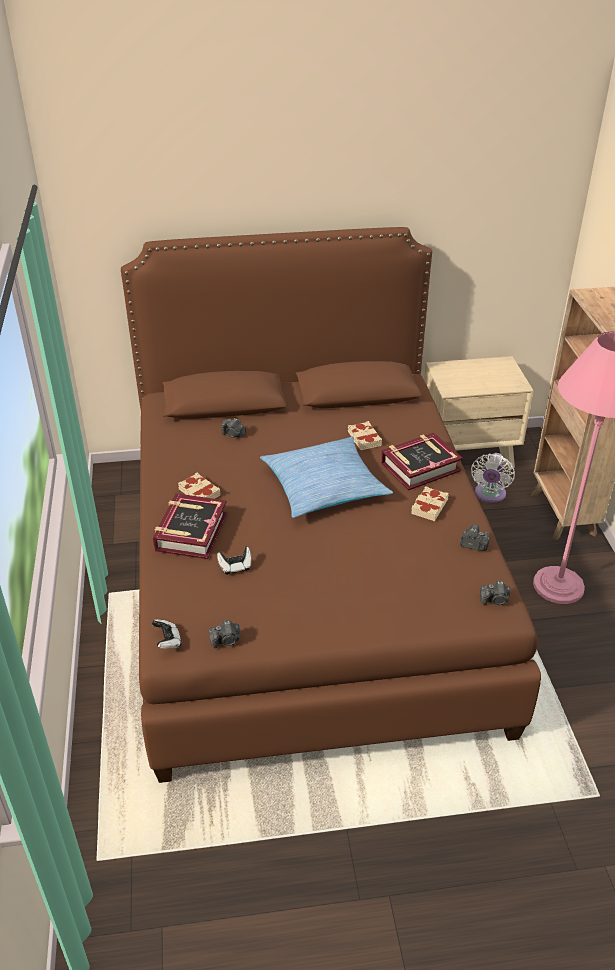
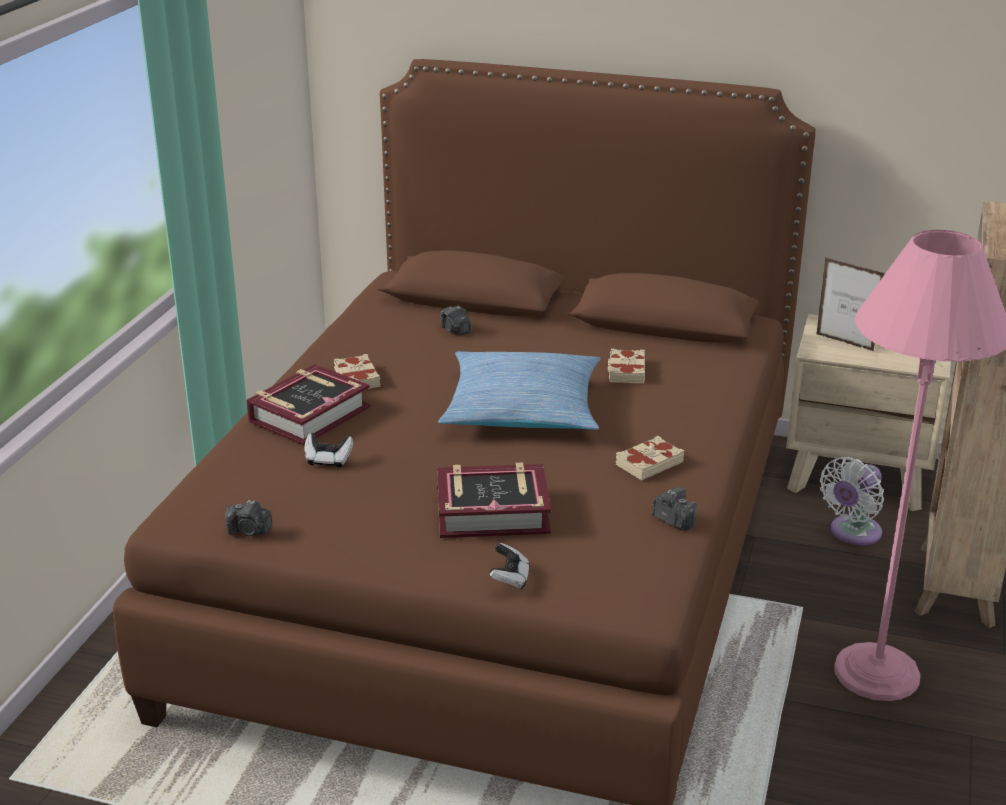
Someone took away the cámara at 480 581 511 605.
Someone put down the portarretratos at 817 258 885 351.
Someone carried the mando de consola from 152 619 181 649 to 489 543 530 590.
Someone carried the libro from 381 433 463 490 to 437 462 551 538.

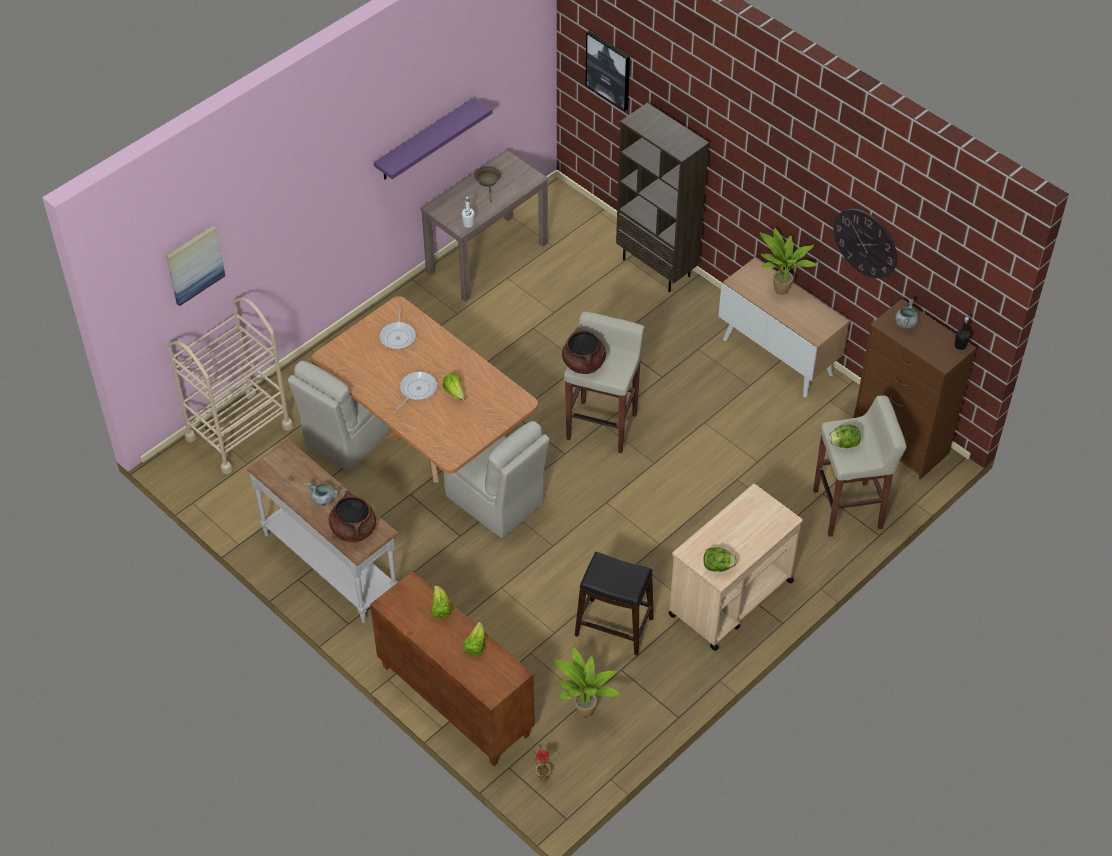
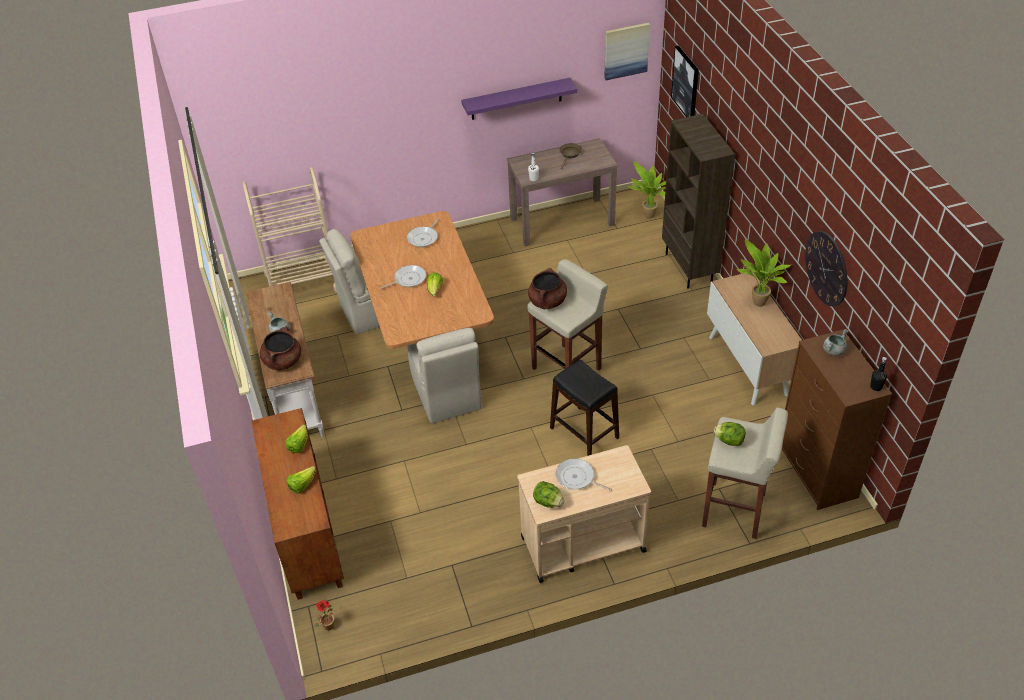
Someone put down the sartén at 556 459 612 491.
Someone carried the cuadro from 166 225 225 306 to 604 23 650 80.
Someone carried the planta en maceta from 554 648 621 717 to 627 161 666 219.
Someone carried the taburete [negro] from 575 552 654 656 to 550 360 619 456.

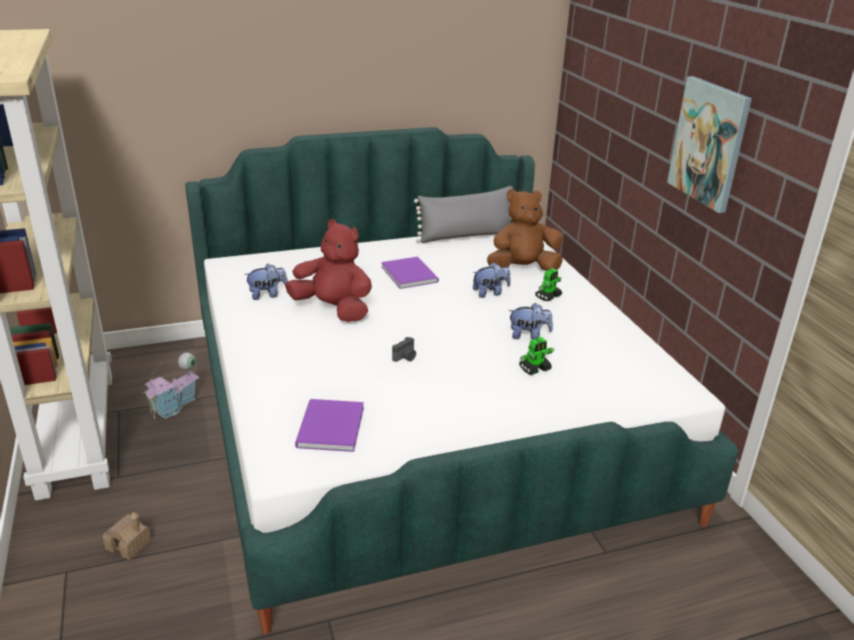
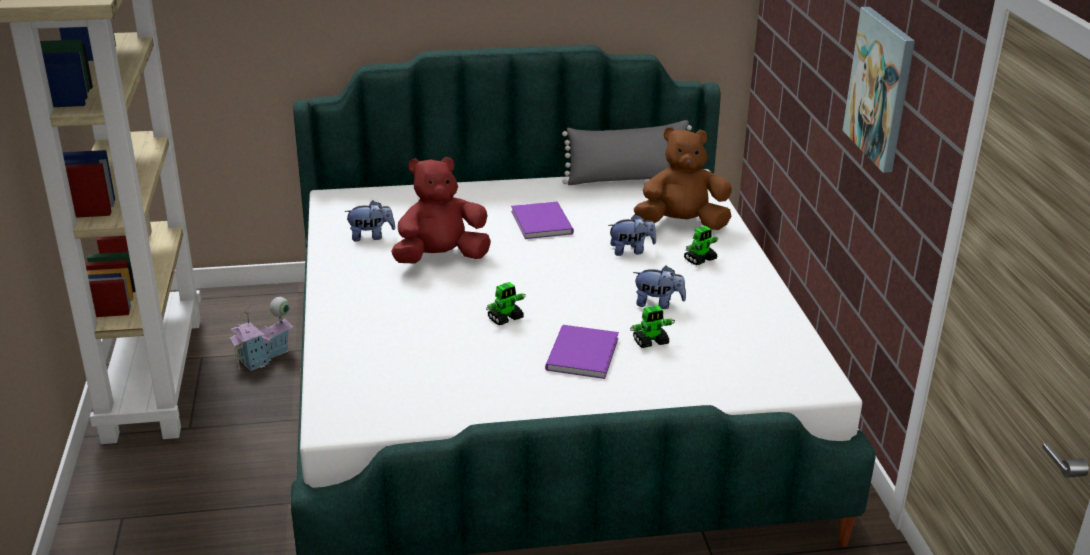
Someone took away the casita at 103 512 151 560.
Someone carried the libro [morado] from 295 399 364 452 to 545 325 619 379.
Someone swapped the cámara at 392 337 416 362 for the robot de juguete at 486 282 526 325.
Someone rotated the peluche [rojo] at 285 219 372 322 by 60 degrees counterclockwise.

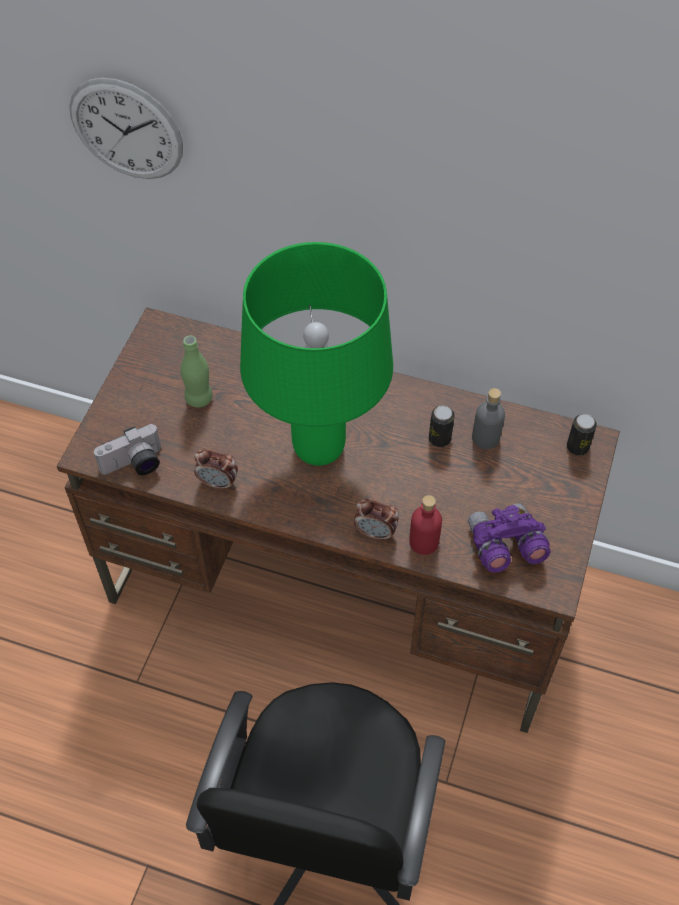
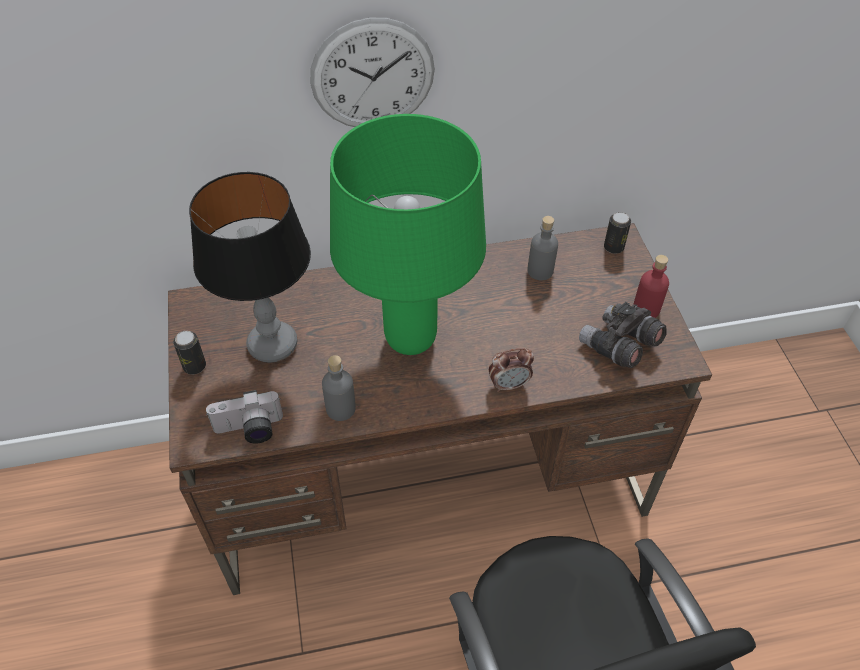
Someone carried the reloj de pared from 69 78 183 179 to 310 18 435 127.
Someone carried the botella [rojo] from 409 495 442 555 to 633 255 669 318.
Someone carried the lata from 429 405 454 447 to 173 331 206 375.
Someone swapped the botella [verde] at 181 335 213 408 for the lámpara de mesa at 189 172 311 363.
Someone swapped the despertador at 194 449 238 490 for the botella [gris] at 322 355 356 421.
Someone repainted the prismáticos [morado] at 468 503 550 573, which became the prismáticos [gris] at 579 302 667 368.
Someone rotated the cámara at 94 424 161 475 by 45 degrees clockwise.

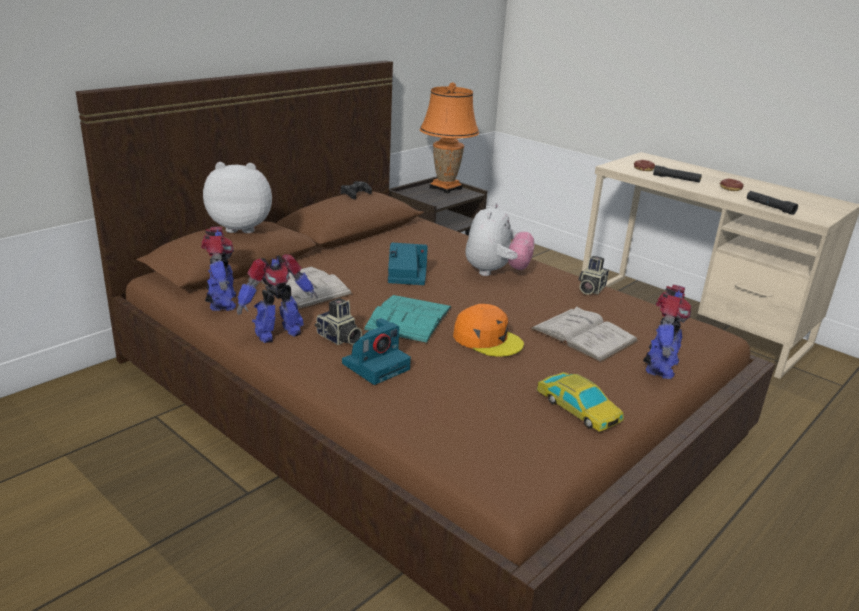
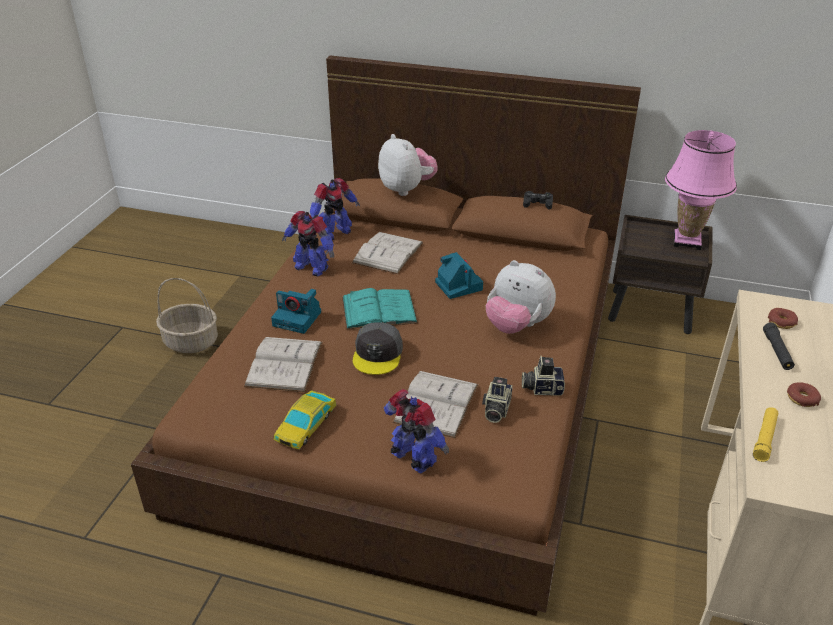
Someone put down the cesta at 156 278 218 353.
Someone put down the libro [blanco] at 244 337 322 392.
Someone carried the cámara from 315 298 362 345 to 482 377 513 423.
Someone repainted the lámpara de mesa [naranja] at 420 82 479 194, which became the lámpara de mesa [rosa] at 665 130 737 250.
Someone repainted the gorra [naranja] at 453 304 524 357, which became the gorra [gris] at 353 322 403 375.
Someone repainted the linterna [negro] at 747 191 798 215, which became the linterna [amarillo] at 753 407 778 462.
Someone rotated the peluche at 465 202 535 276 by 45 degrees clockwise.
Someone rotated the robot de juguete at 643 285 692 379 by 135 degrees counterclockwise.

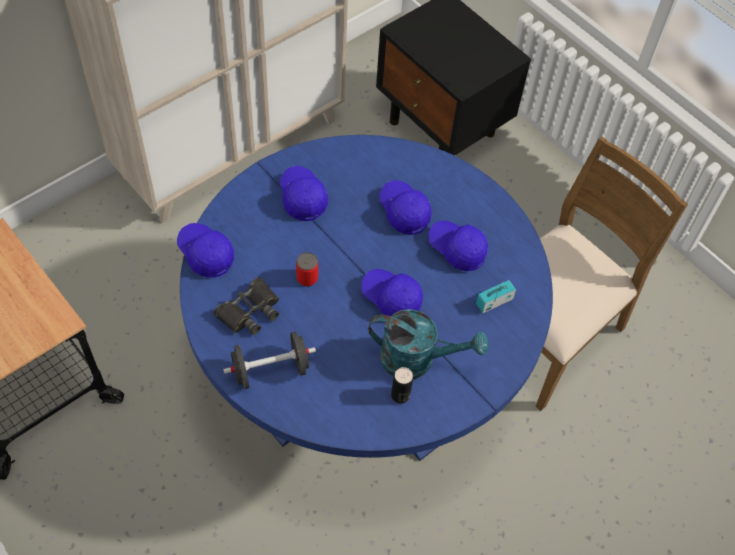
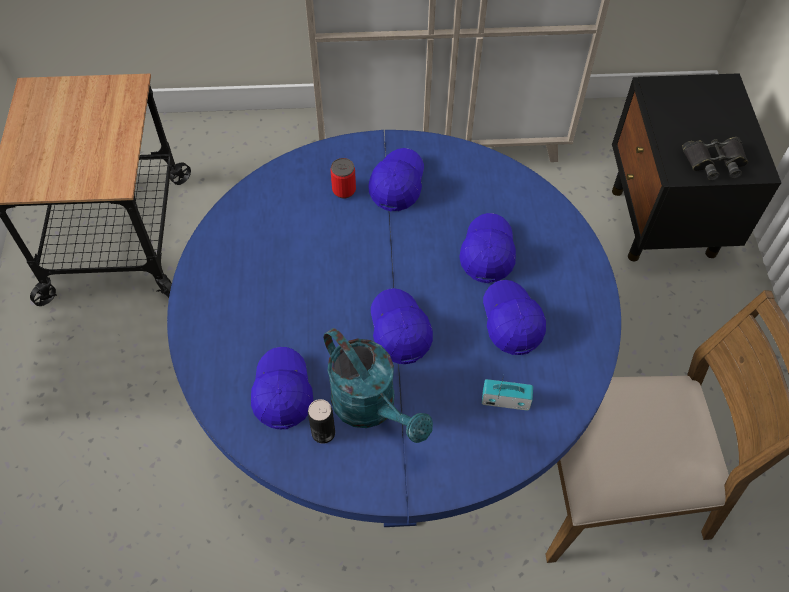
Someone took away the mancuerna [negro] at 223 332 316 389.
Someone carried the gorra [azul] from 177 223 234 278 to 251 347 313 429.
Someone carried the prismáticos [negro] from 213 277 279 335 to 682 137 748 180.
Someone carried the lata from 296 252 318 287 to 331 158 356 199.

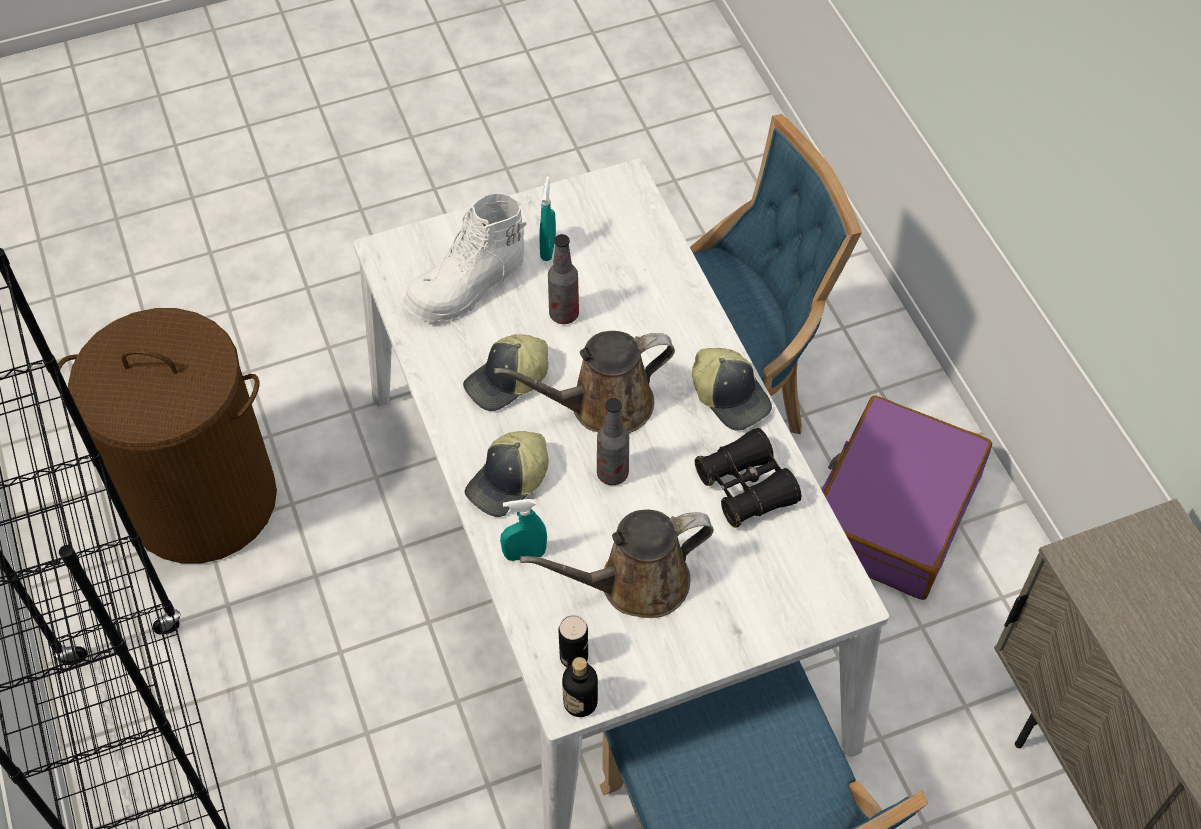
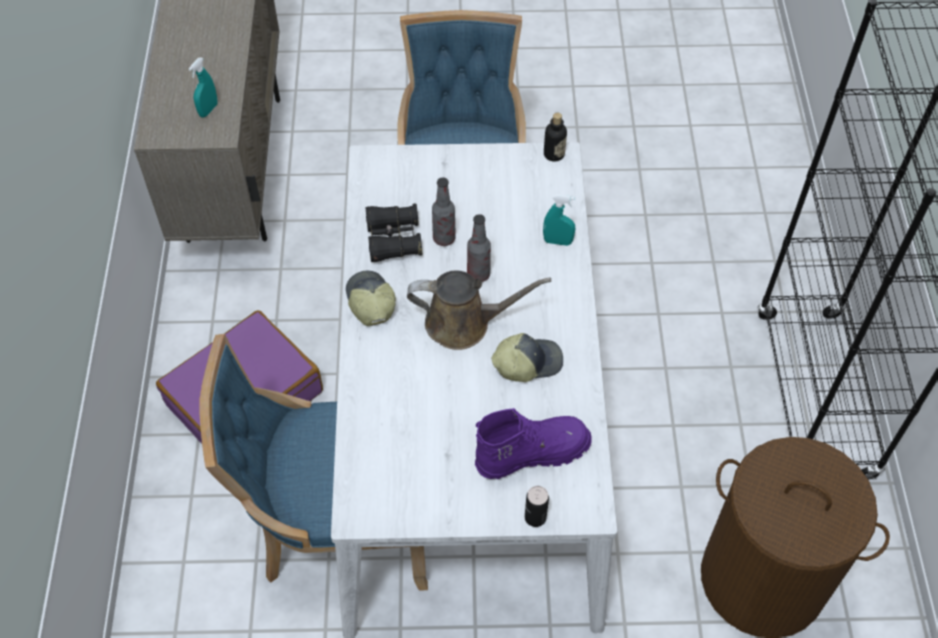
Someone took away the gorra at 465 431 549 517.
Someone took away the regadera [marrón] at 519 510 714 618.
Someone carried the pulverizador [turquesa] from 539 176 556 261 to 189 57 218 118.
Someone carried the botella from 548 234 579 324 to 432 177 456 246.
Someone carried the lata from 558 615 588 667 to 525 486 549 527.
Someone repainted the bota [blanco] at 403 193 526 323, which became the bota [morado] at 475 408 592 479.

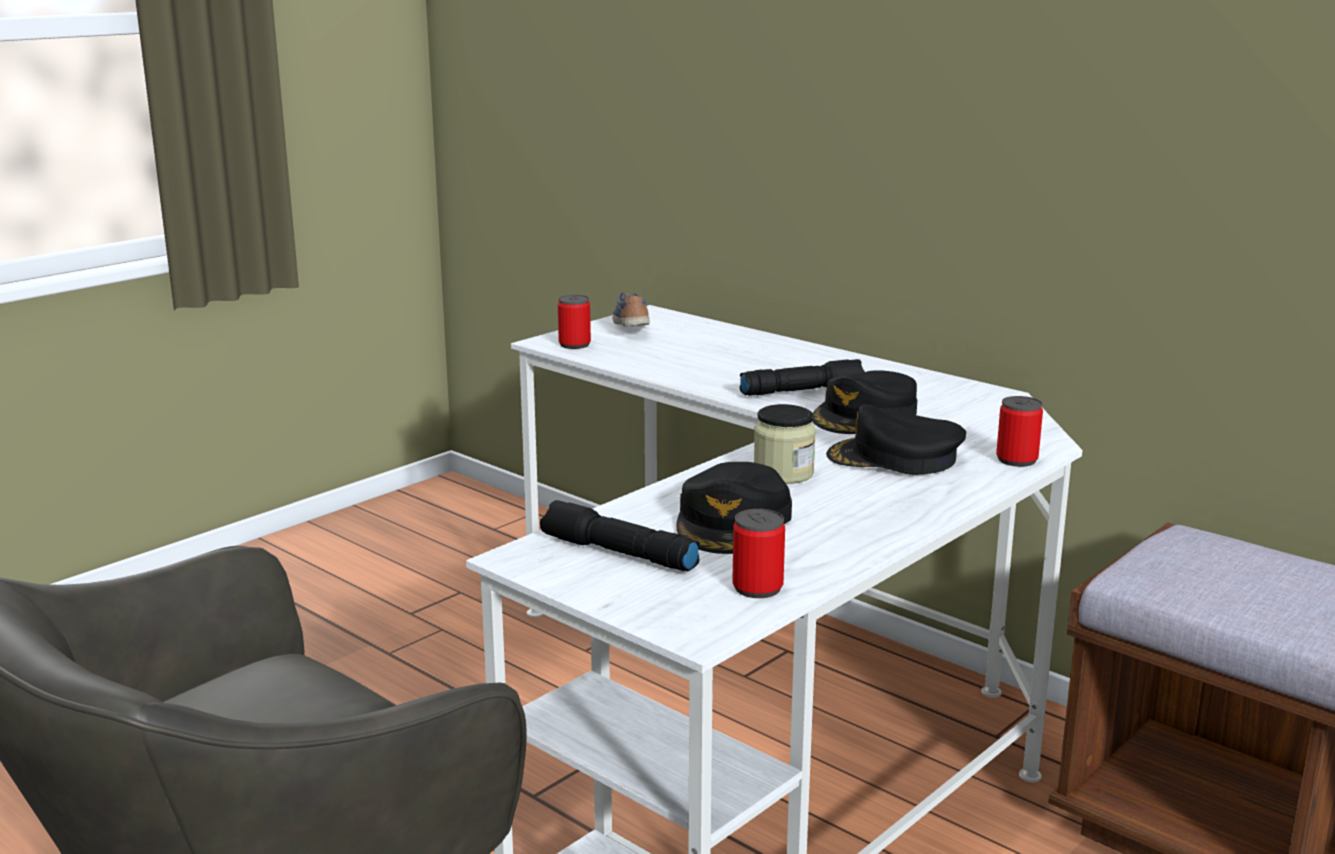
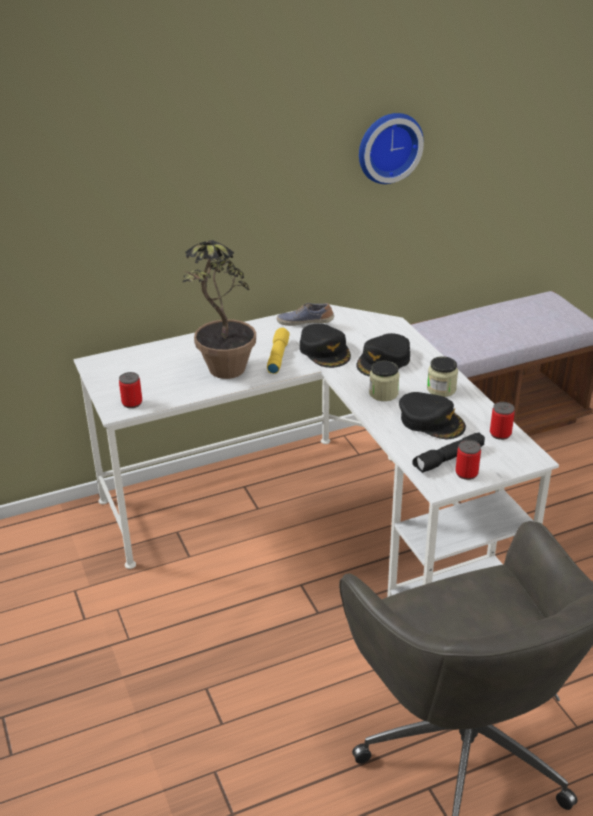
Someone put down the planta en maceta at 182 240 256 379.
Someone put up the reloj de pared at 359 113 424 184.
Someone put down the tarro at 427 356 458 397.
Someone carried the zapato from 612 292 650 327 to 277 303 334 326.
Someone carried the lata from 996 396 1043 467 to 455 440 481 480.
Someone repainted the linterna [negro] at 740 359 865 396, which became the linterna [amarillo] at 267 328 290 374.

